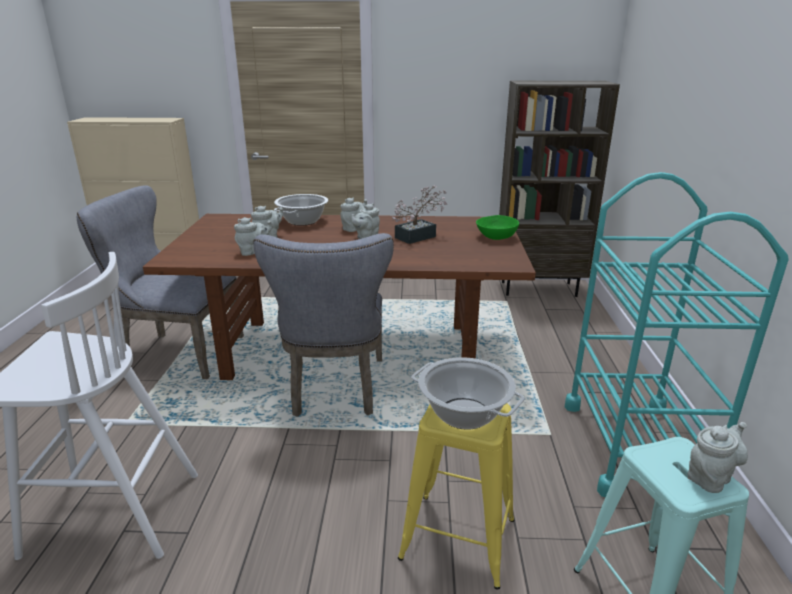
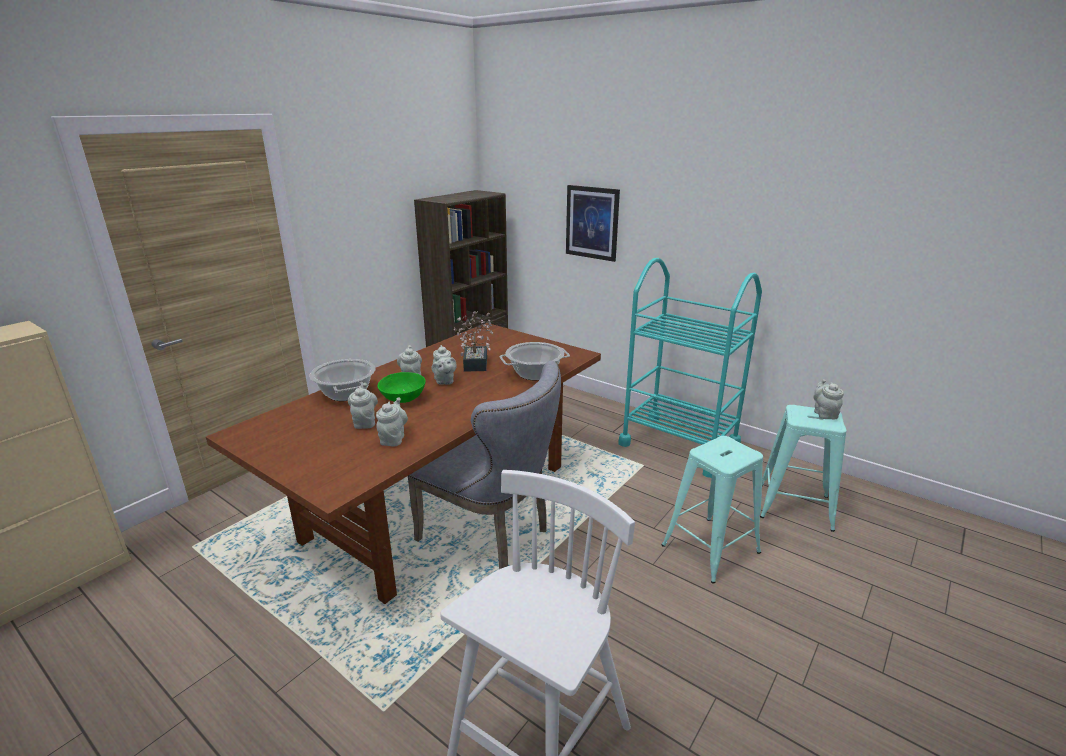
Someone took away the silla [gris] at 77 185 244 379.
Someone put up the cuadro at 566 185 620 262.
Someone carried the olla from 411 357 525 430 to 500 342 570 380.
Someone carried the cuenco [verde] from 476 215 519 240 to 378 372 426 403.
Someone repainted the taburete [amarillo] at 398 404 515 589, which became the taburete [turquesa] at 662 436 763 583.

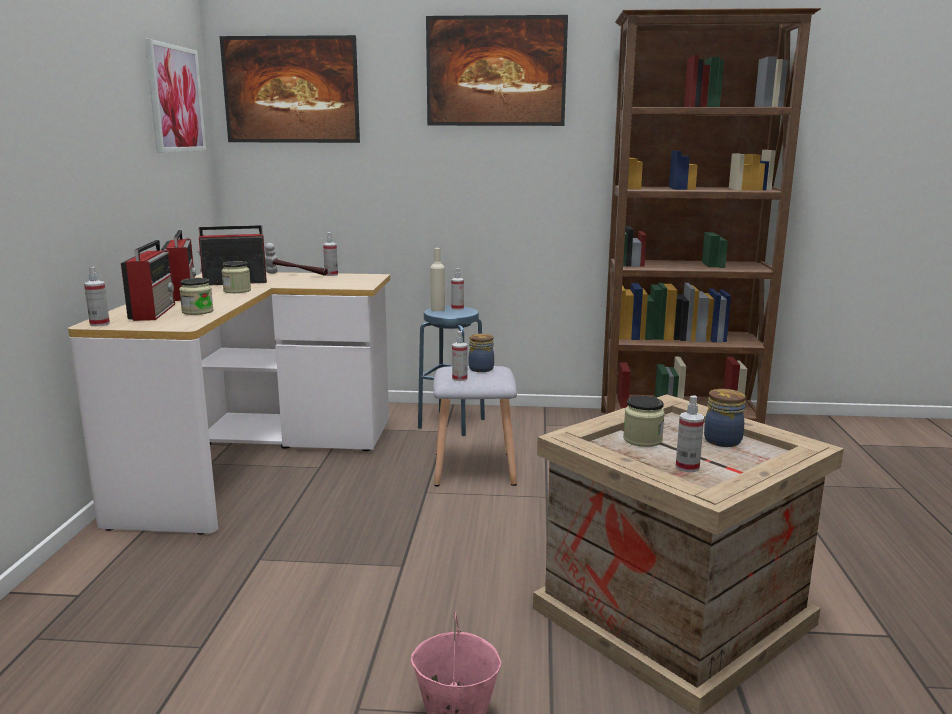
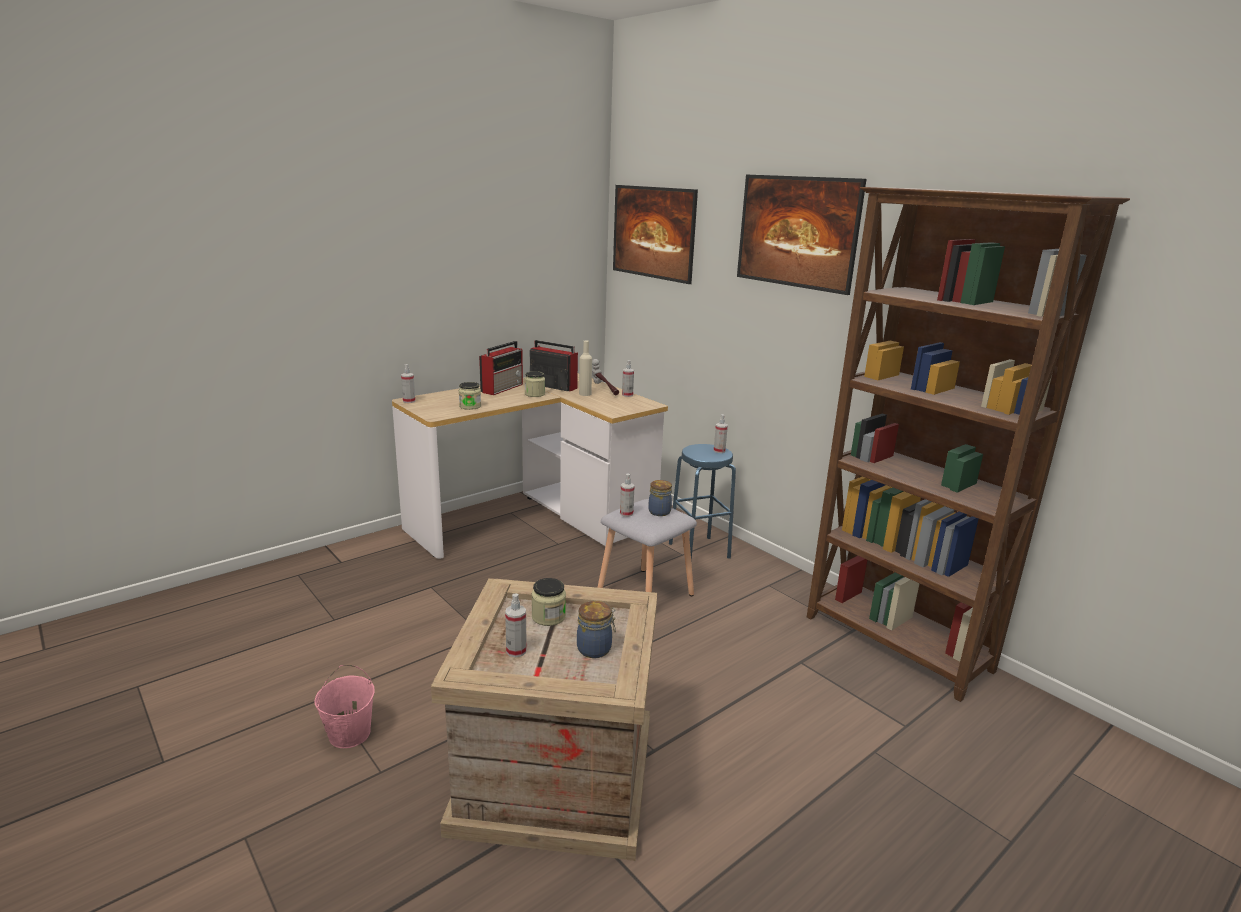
Someone took away the radio at 121 240 175 321.
Someone took away the cuadro at 145 39 206 152.
Someone carried the botella [beis] from 430 248 445 311 to 579 340 592 396.

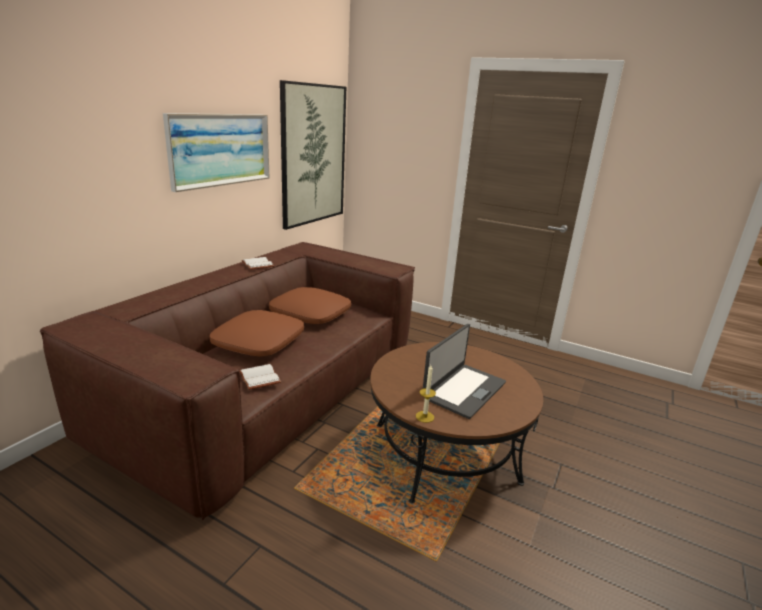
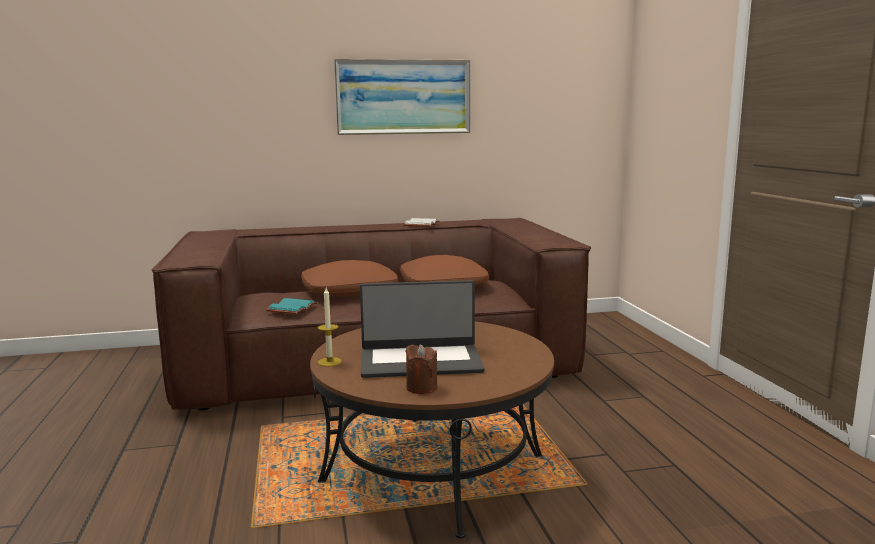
Someone took away the cuadro at 280 80 346 230.
Someone put down the vela [marrón] at 405 344 437 394.
Someone repainted the libro [blanco] at 240 364 281 390, which became the libro [turquesa] at 266 298 317 314.

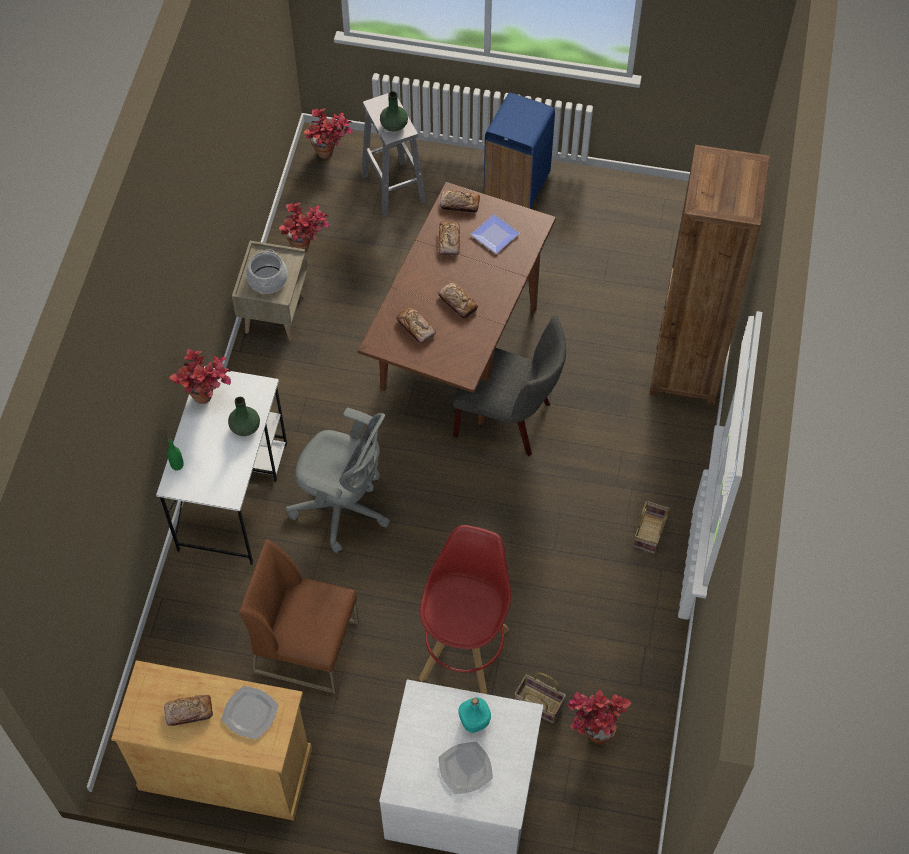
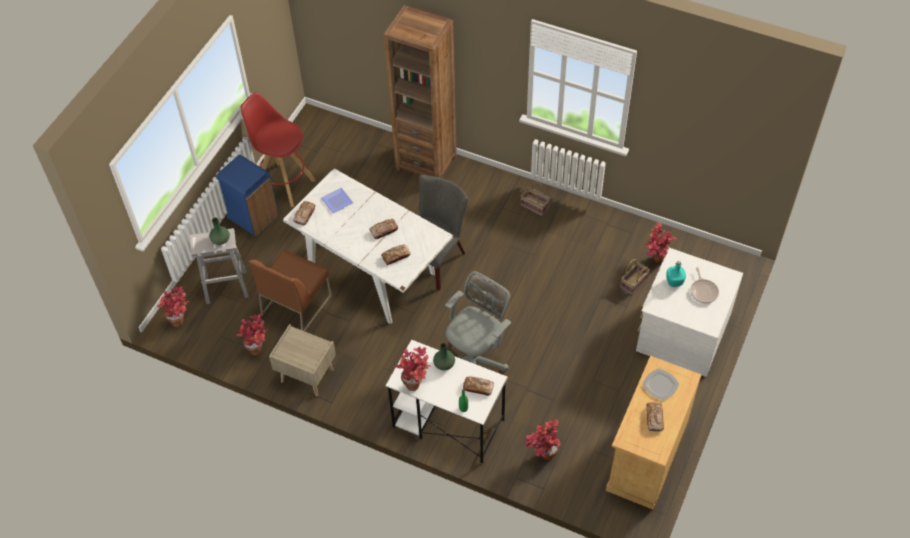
Someone took away the olla at 246 249 288 294.
Someone put down the planta en maceta at 524 419 561 460.
Someone carried the silla [marrón] from 239 539 359 694 to 248 250 332 332.
Someone carried the taburete [rojo] from 419 525 511 694 to 241 92 316 207.
Someone carried the pan from 439 221 460 256 to 463 377 494 396.
Someone swapped the plato at 439 742 493 794 for the sartén at 690 267 719 303.
Someone repainted the mesa de comedor [marrón] at 358 182 556 425, which became the mesa de comedor [blanco] at 283 168 453 324.

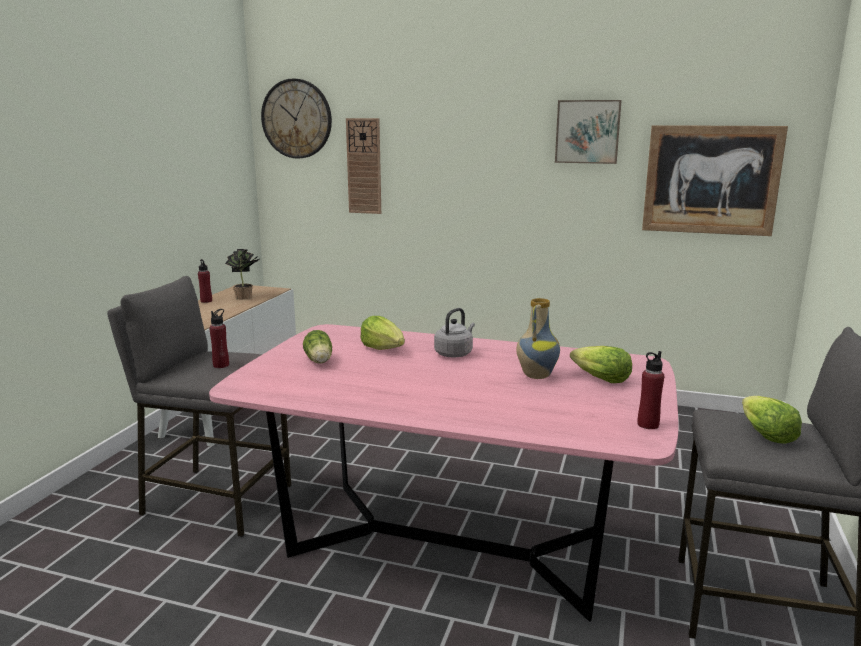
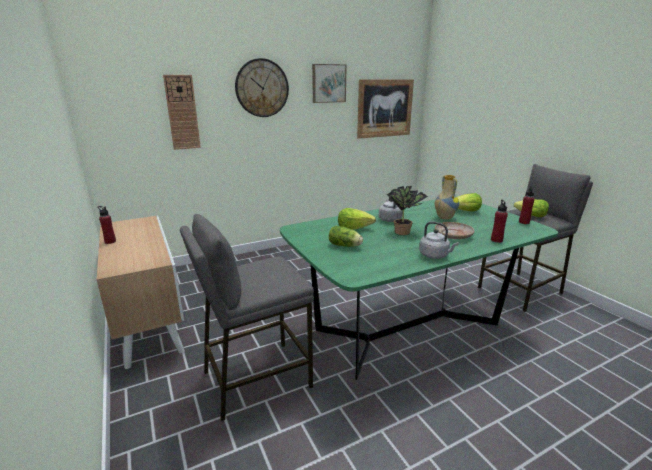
Someone put down the hervidor [gris] at 419 221 459 259.
Someone put down the plato [beis] at 435 222 474 239.
Someone carried the botella [rojo] from 209 309 229 368 to 491 200 508 243.
Someone carried the planta en maceta from 225 249 260 299 to 387 186 428 235.
Someone carried the reloj de pared from 261 79 332 159 to 235 58 289 117.
Someone repainted the mesa de comedor [rosa] at 209 324 679 622, which became the mesa de comedor [verde] at 280 200 558 380.

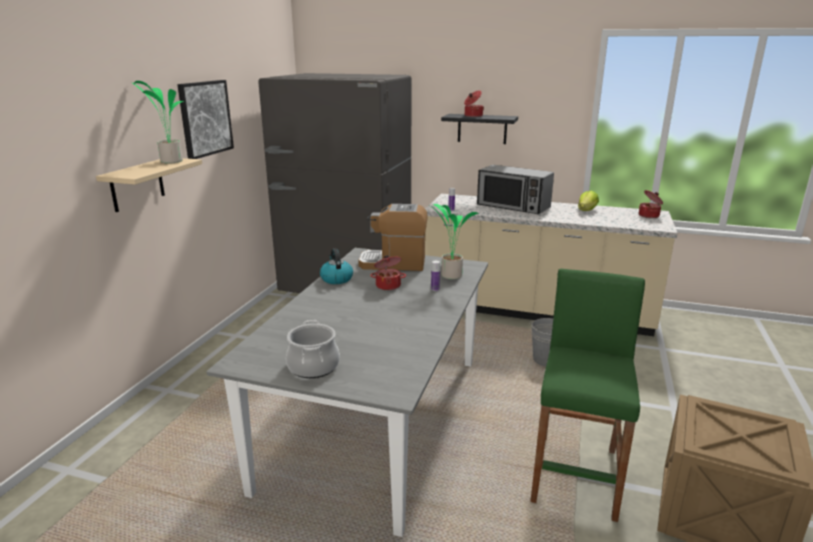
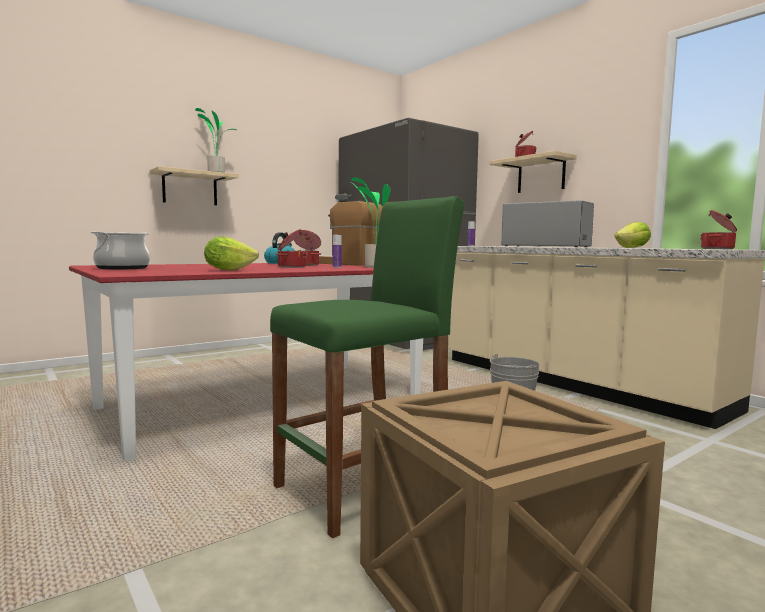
Someone took away the cuadro at 177 80 234 159.
Someone put down the lechuga at 204 236 259 271.
Someone put down the olla at 276 229 306 268.
Someone repainted the mesa de comedor [gris] at 206 248 488 537, which became the mesa de comedor [rojo] at 69 263 423 461.
Someone repainted the estante [negro] at 441 114 518 144, which became the estante [beis] at 489 151 577 193.
Someone rotated the microondas at 477 165 554 214 by 150 degrees clockwise.

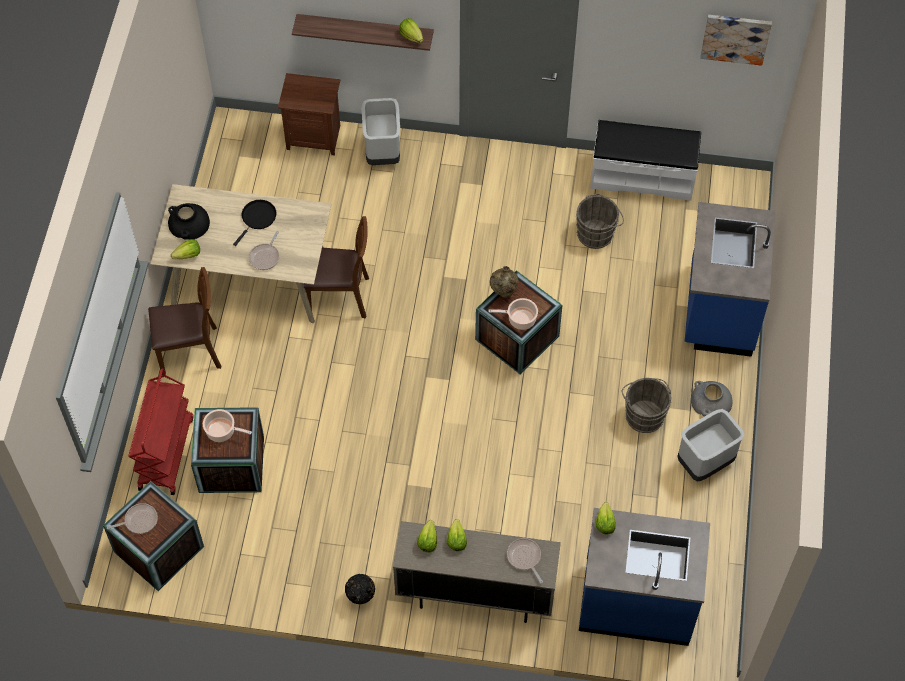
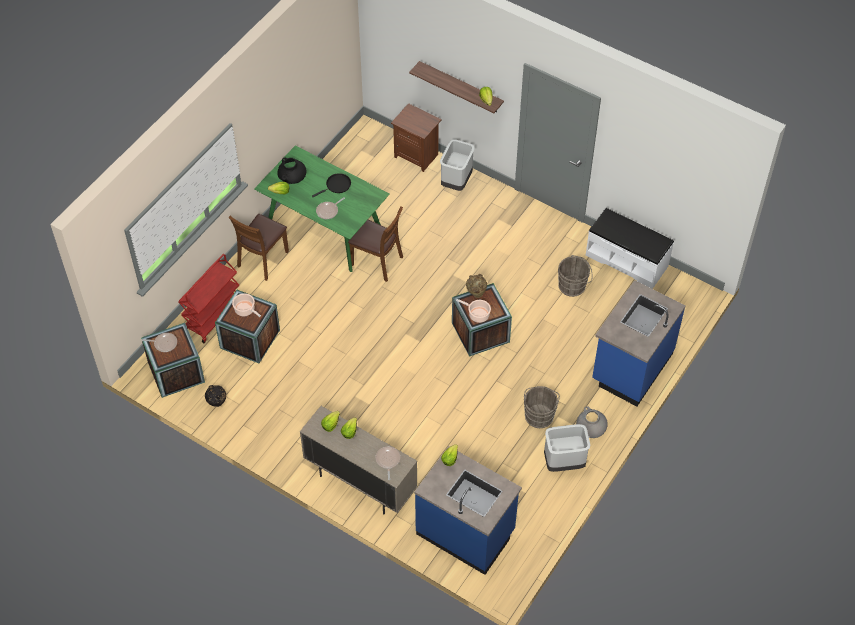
Someone took away the cuadro at 700 15 772 66.
Someone carried the florero [negro] from 345 574 375 604 to 205 385 226 407.
Someone repainted the mesa de comedor [beis] at 151 184 332 323, which became the mesa de comedor [verde] at 254 146 390 272.
Someone rotated the silla [marrón] at 148 267 221 375 by 105 degrees clockwise.

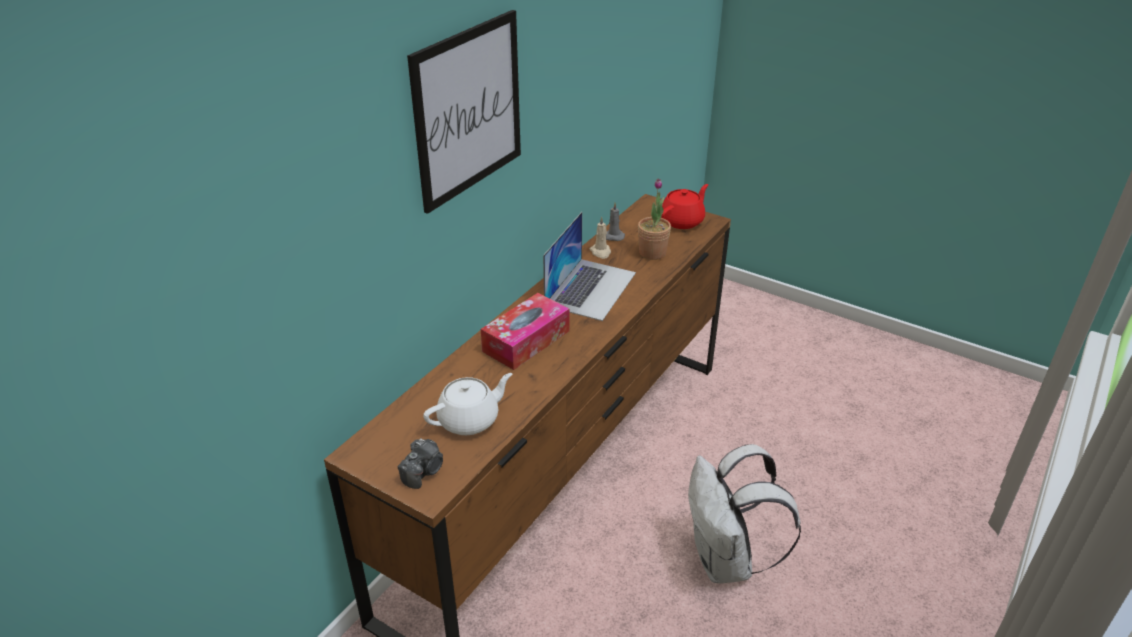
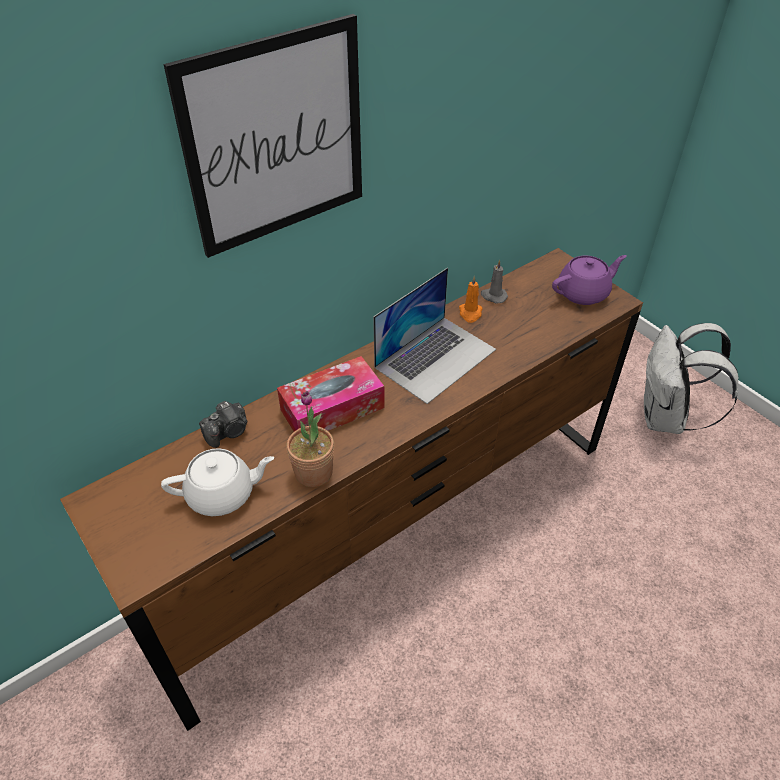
Someone carried the cámara from 398 439 443 489 to 199 401 247 448.
Someone carried the planta en maceta from 638 179 671 260 to 286 391 334 487.
Someone carried the mochila [blanco] from 688 444 801 583 to 644 323 739 434.
Someone repainted the vela [beis] at 590 217 611 259, which became the vela [naranja] at 459 276 483 323.
Someone repainted the tetera [rojo] at 661 184 708 229, which became the tetera [morado] at 552 255 627 305.

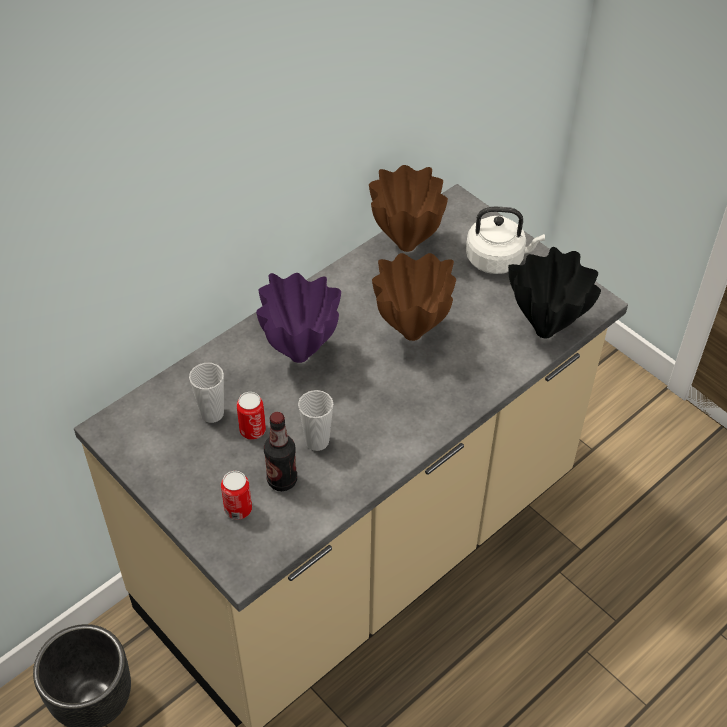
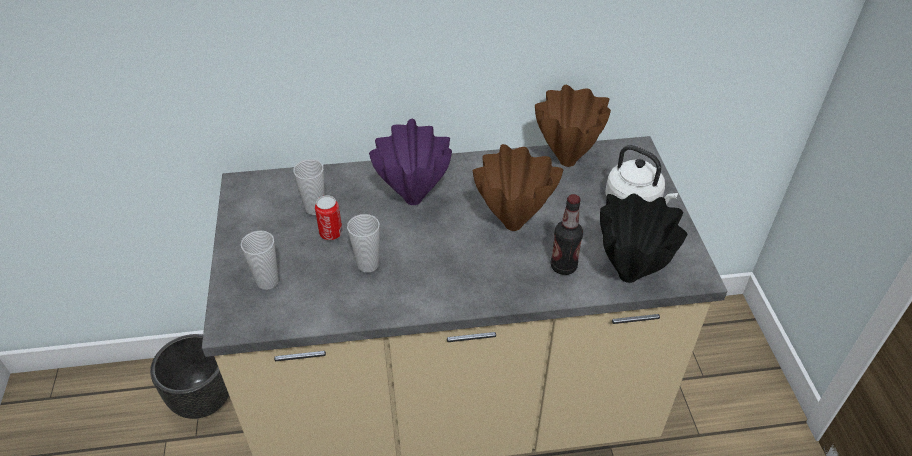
Someone carried the botella from 264 412 297 491 to 550 194 583 275.
Someone swapped the lata at 221 471 252 520 for the taza at 241 230 279 290.

